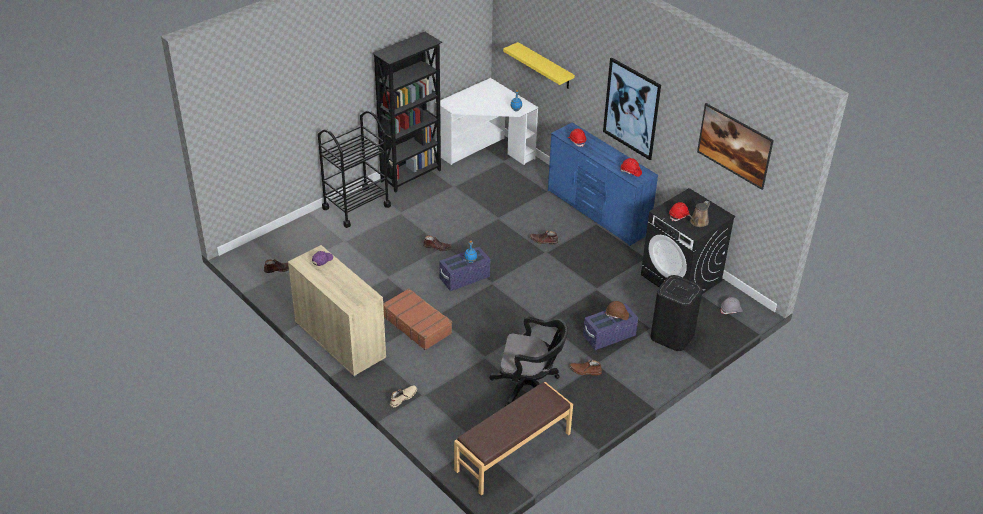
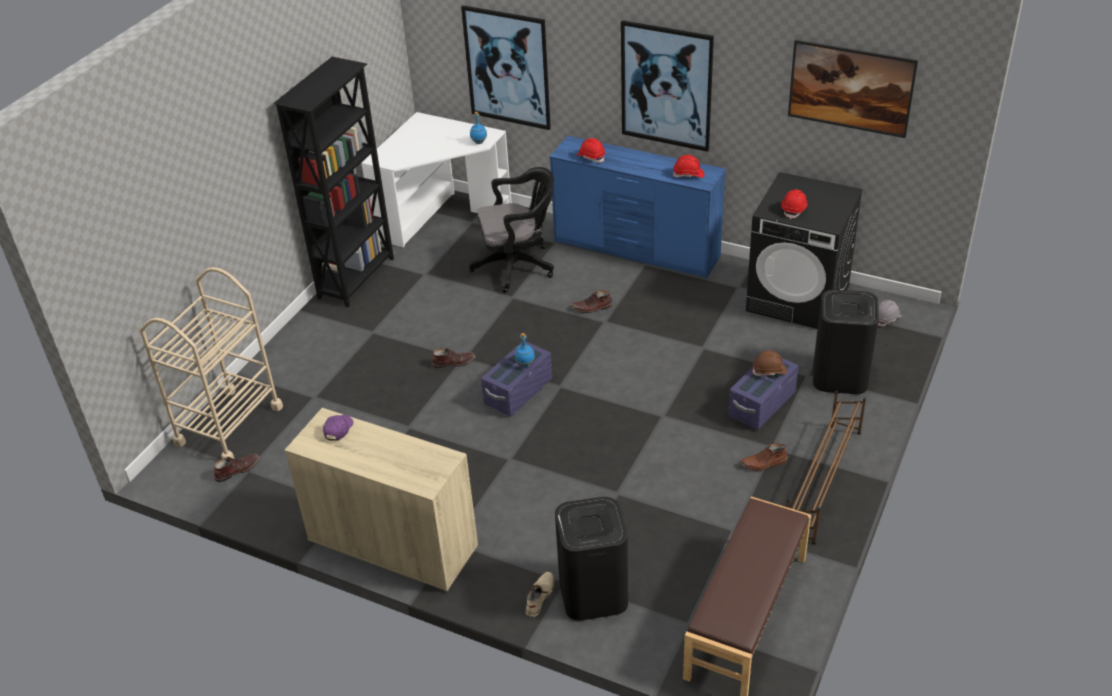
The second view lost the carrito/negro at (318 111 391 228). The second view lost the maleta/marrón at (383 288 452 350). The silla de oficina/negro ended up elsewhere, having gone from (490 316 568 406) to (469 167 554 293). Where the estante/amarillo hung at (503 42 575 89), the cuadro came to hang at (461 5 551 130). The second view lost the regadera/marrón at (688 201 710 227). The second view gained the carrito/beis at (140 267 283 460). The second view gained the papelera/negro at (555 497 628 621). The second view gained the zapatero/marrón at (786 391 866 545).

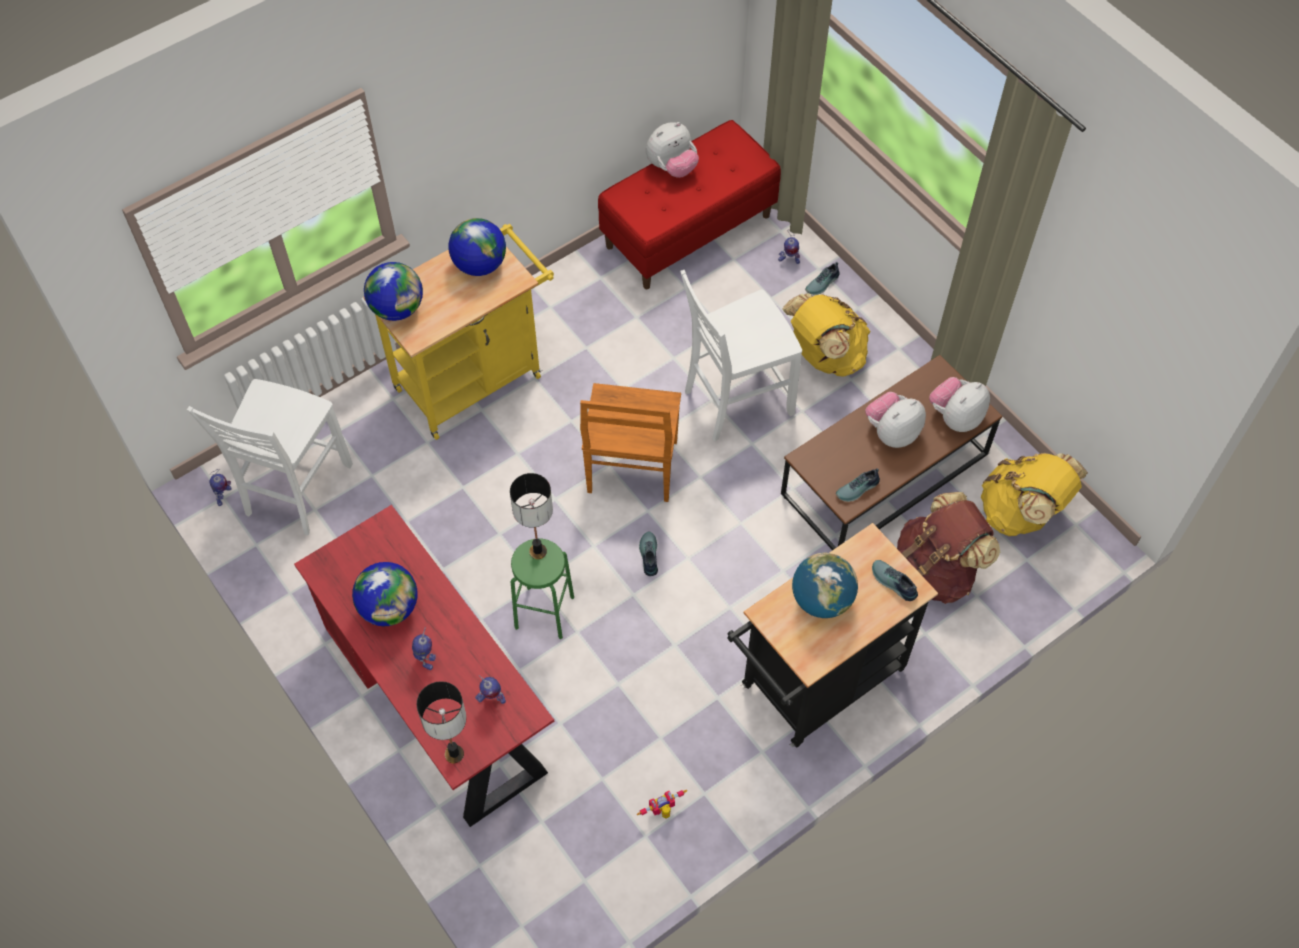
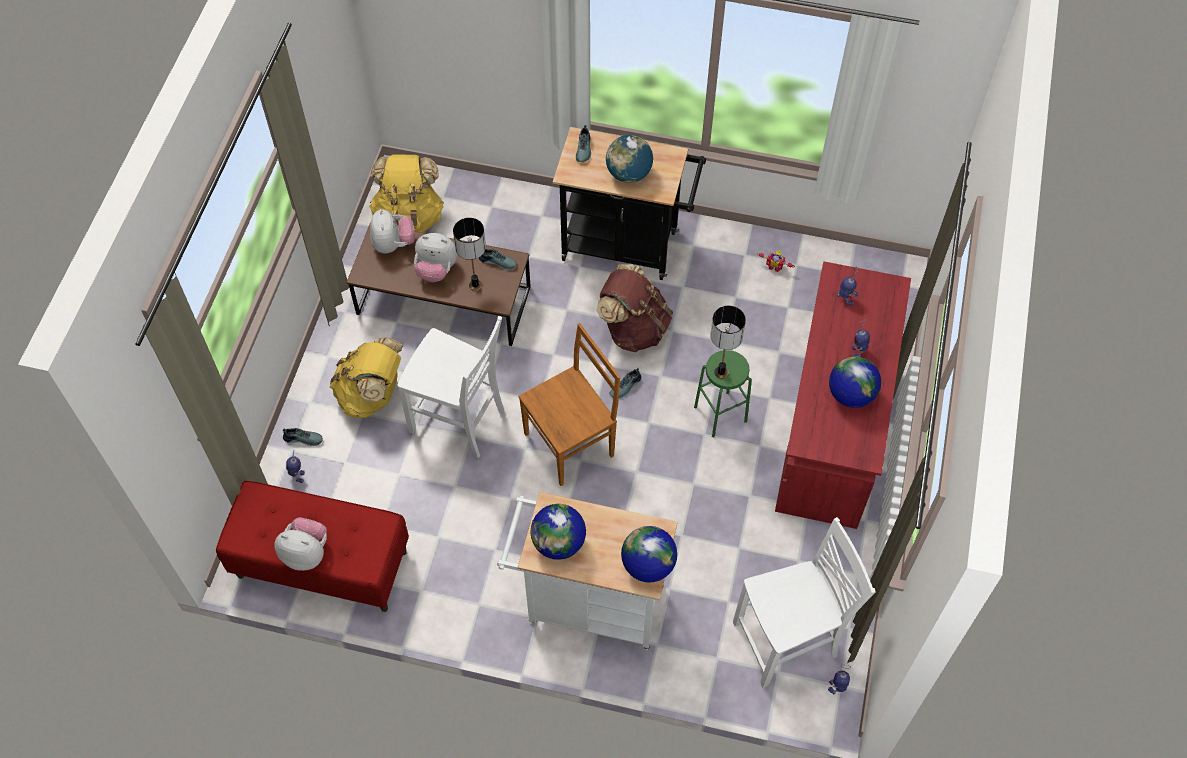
What was the carrito/amarillo at (363 224 554 440) turned into the carrito/blanco at (497 492 678 650). The lámpara de mesa ended up elsewhere, having gone from (417 681 467 763) to (453 218 486 291). The mochila/marrón ended up elsewhere, having gone from (897 492 1000 604) to (596 264 673 353). The peluche at (929 377 990 432) ended up facing another way, 105 degrees counterclockwise from before.

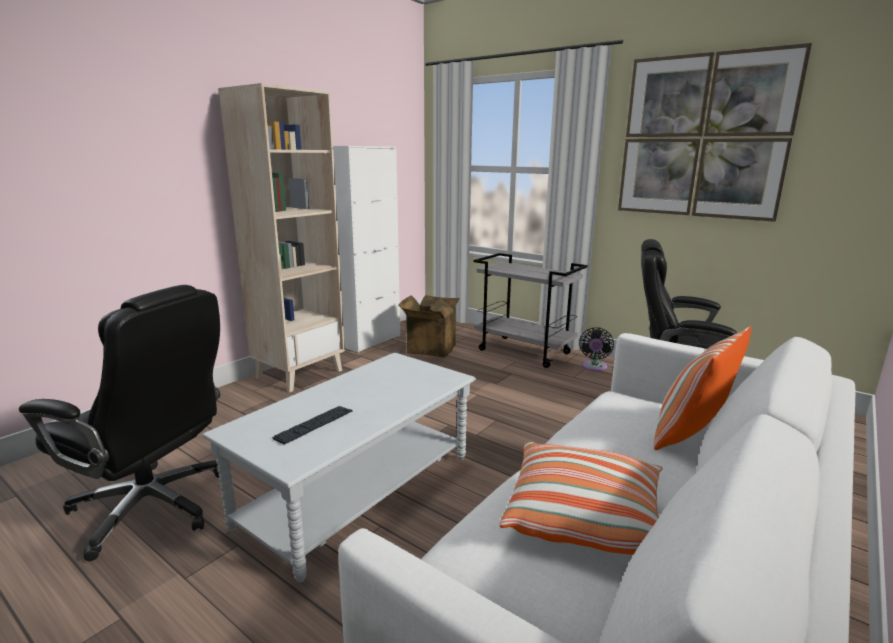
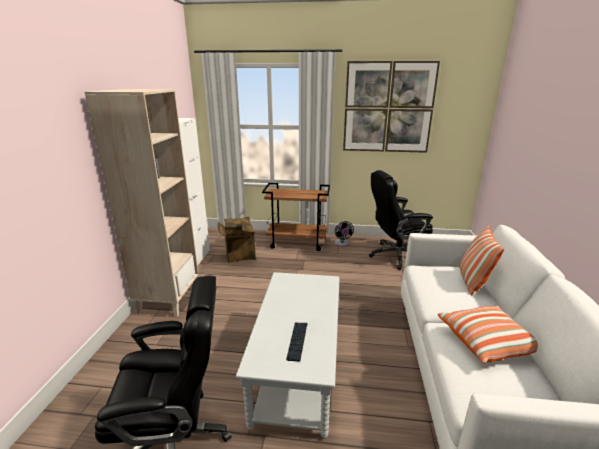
What was the carrito/gris at (473 253 588 368) turned into the carrito/marrón at (262 183 330 251).

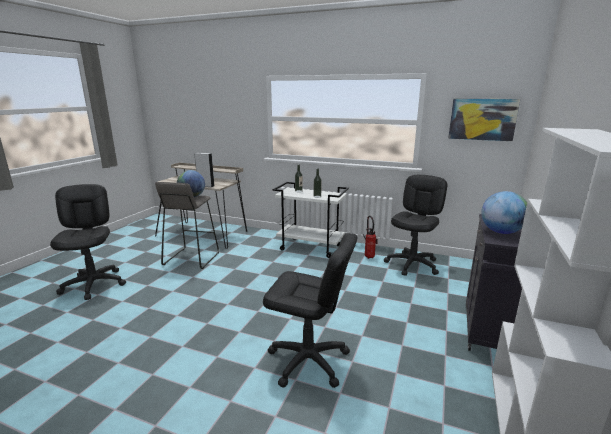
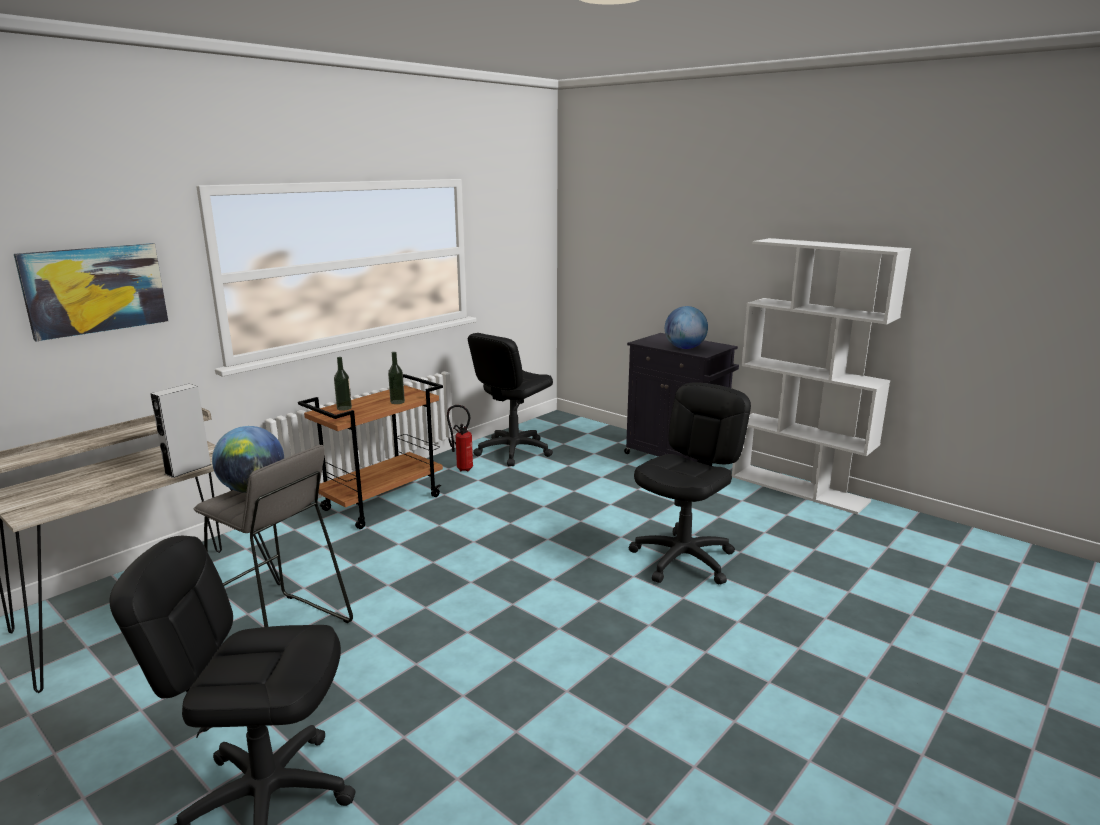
What was the carrito/blanco at (272 182 349 258) turned into the carrito/marrón at (298 374 443 529). The silla de oficina/negro at (384 175 447 276) ended up facing another way, 105 degrees counterclockwise from before. The cuadro ended up elsewhere, having gone from (448 99 520 141) to (14 243 168 341).

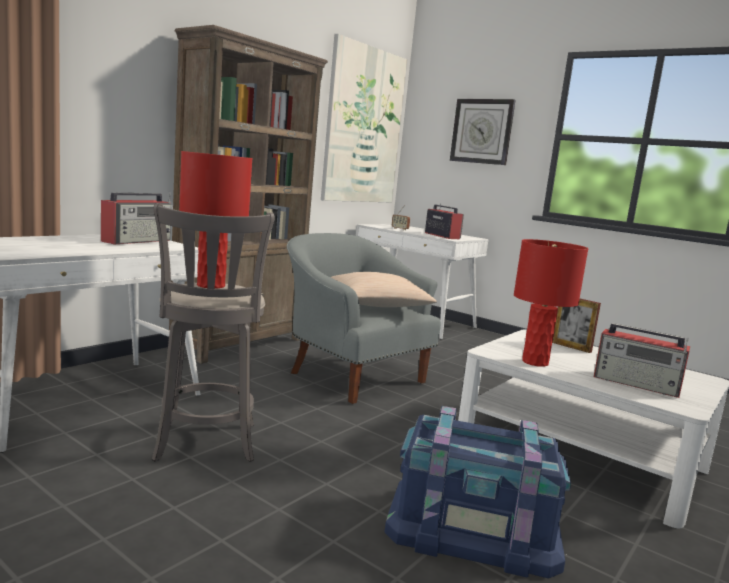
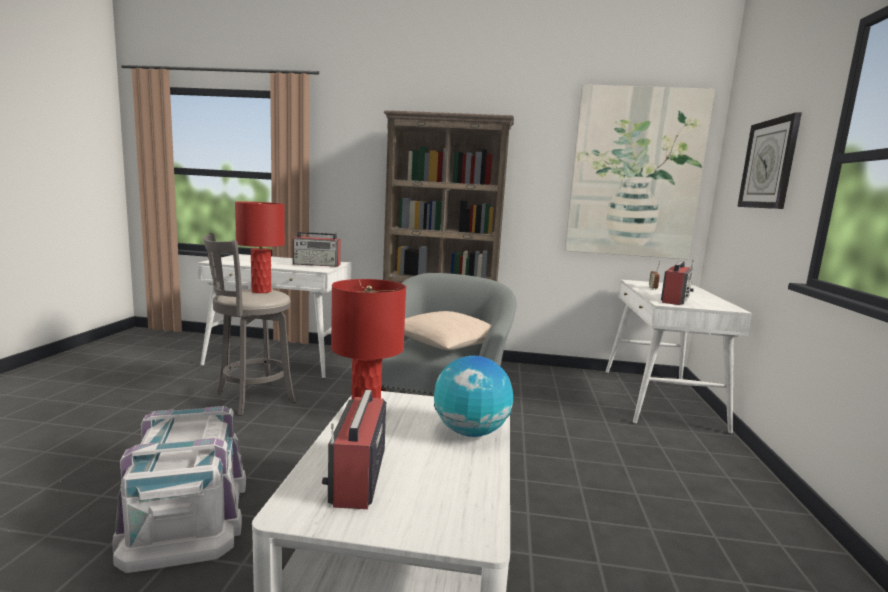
What was the caja de almacenaje/azul at (384 406 571 578) turned into the caja de almacenaje/blanco at (112 406 246 573). Where the portarretratos stood at (552 299 601 353), the globo terráqueo came to stand at (434 356 513 437).

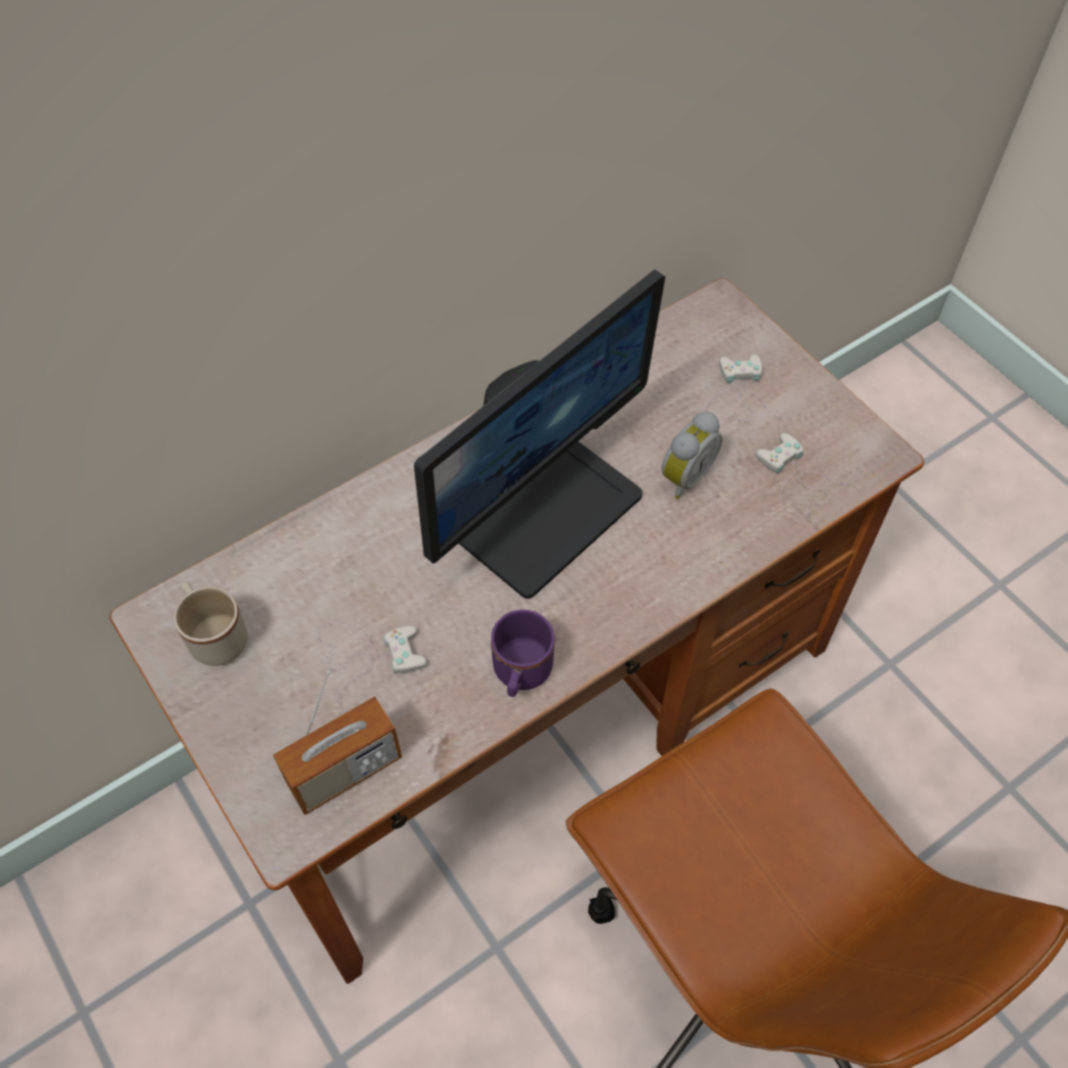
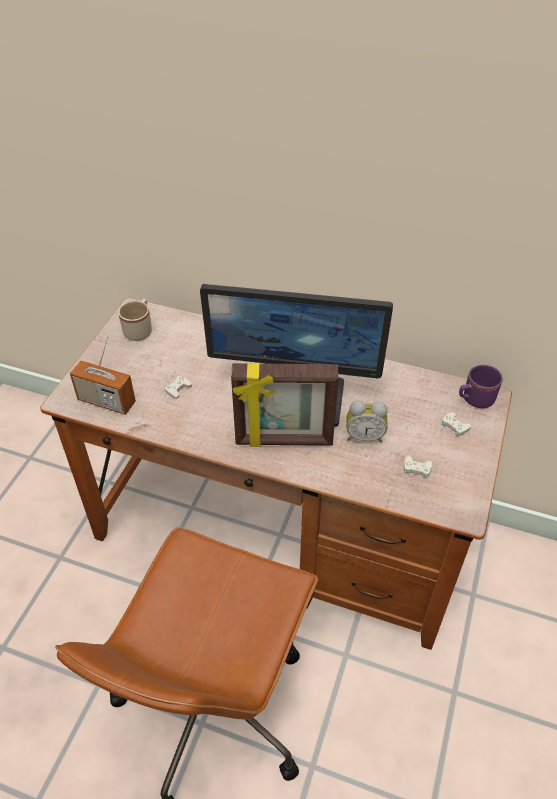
The taza grande/morado ended up elsewhere, having gone from (491 610 555 697) to (459 365 503 408). The second view gained the portarretratos at (231 363 339 447).

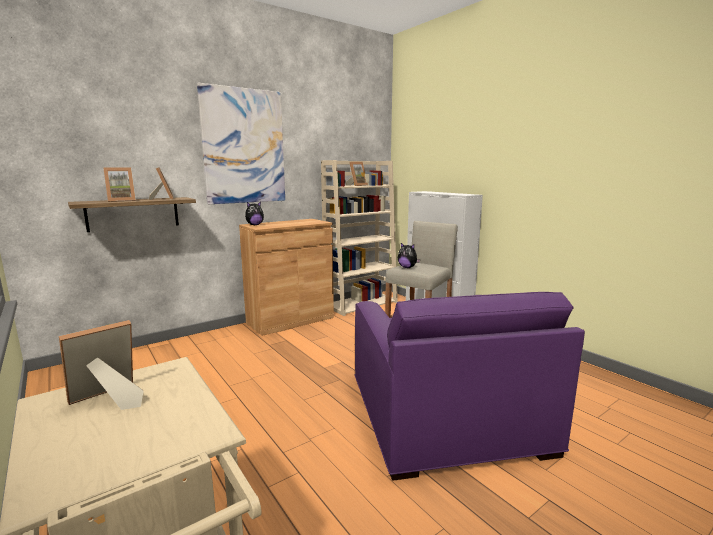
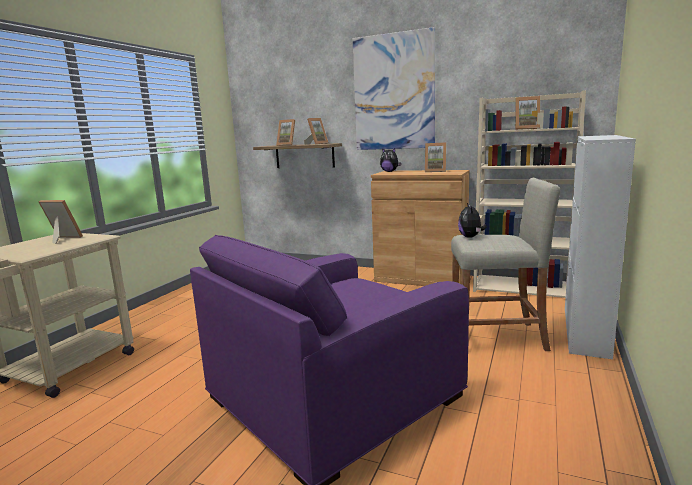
The second view gained the portarretratos at (425 143 446 172).

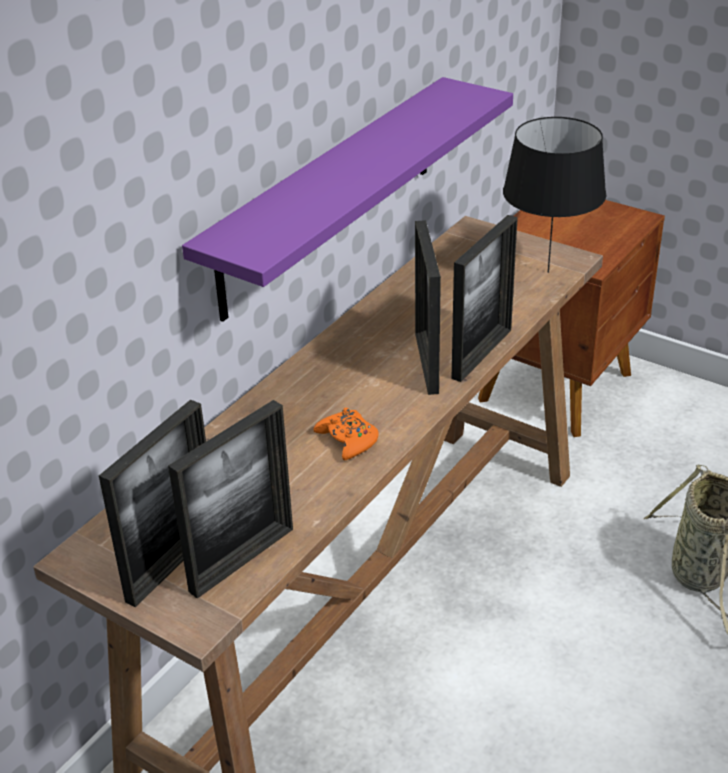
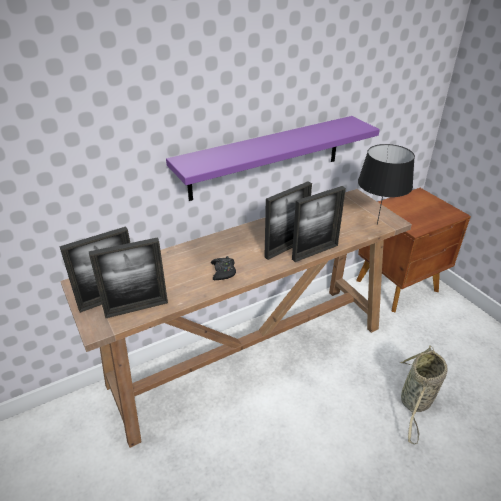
What was the mando de consola/naranja at (314 408 379 460) turned into the mando de consola/negro at (211 256 236 280). The portarretratos at (415 220 441 395) ended up facing another way, 150 degrees counterclockwise from before.

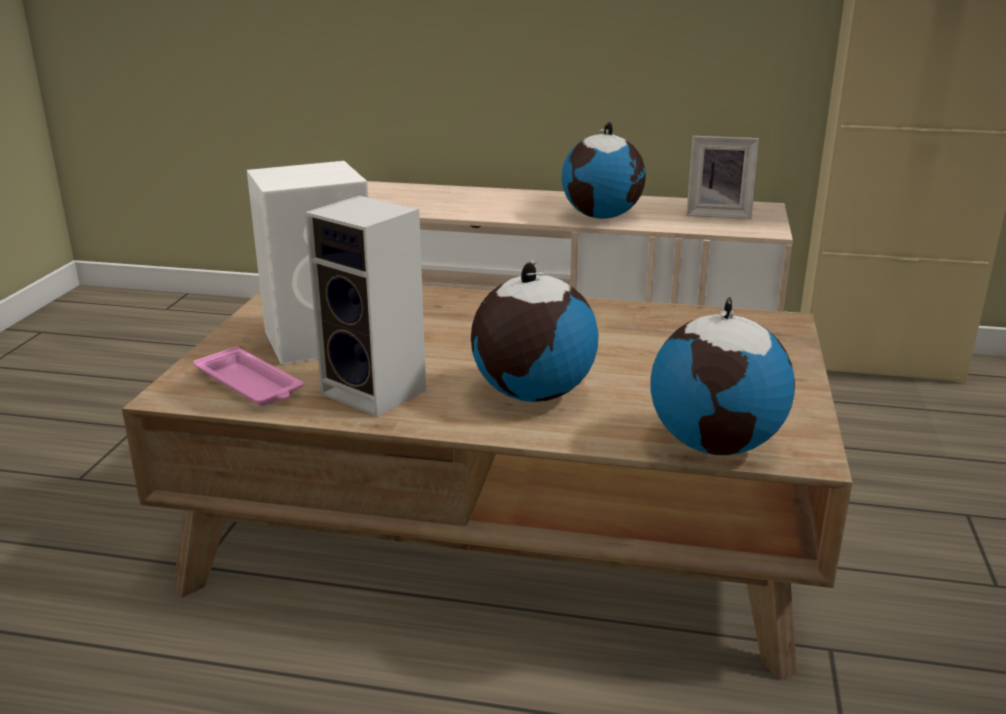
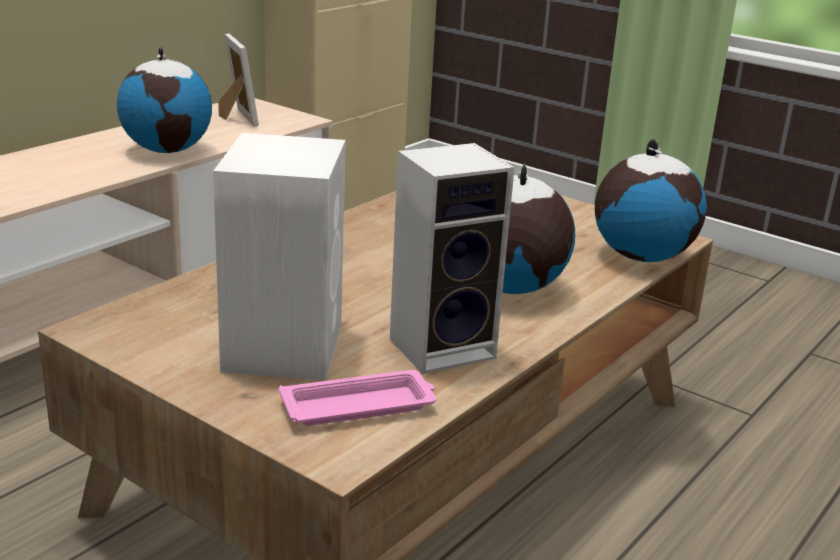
The portarretratos at (686 136 759 219) ended up facing another way, 60 degrees counterclockwise from before.

